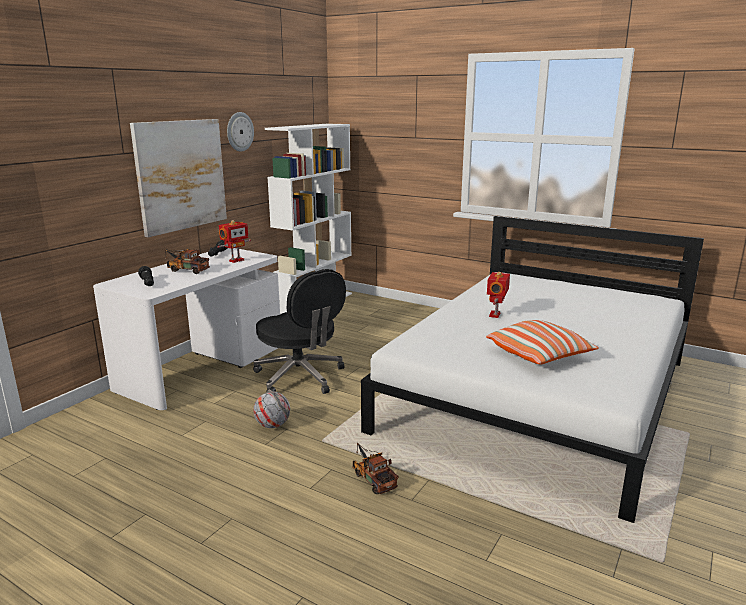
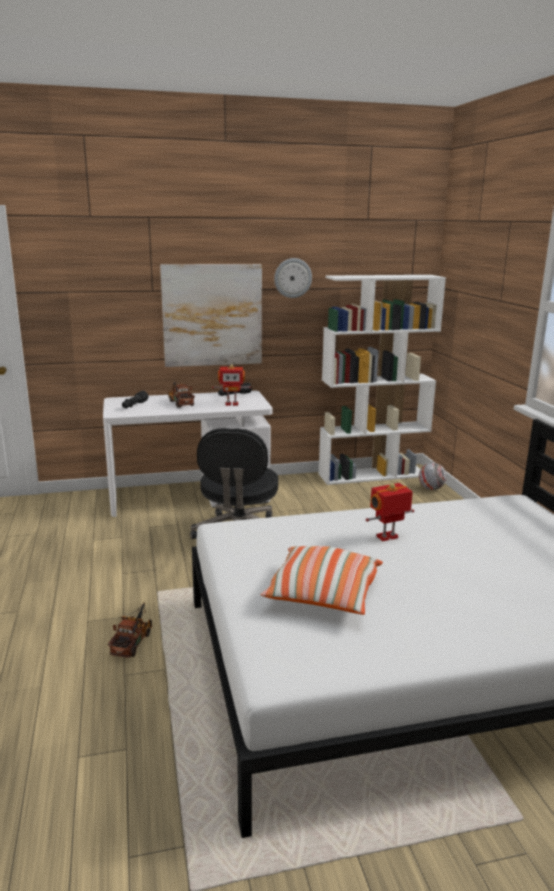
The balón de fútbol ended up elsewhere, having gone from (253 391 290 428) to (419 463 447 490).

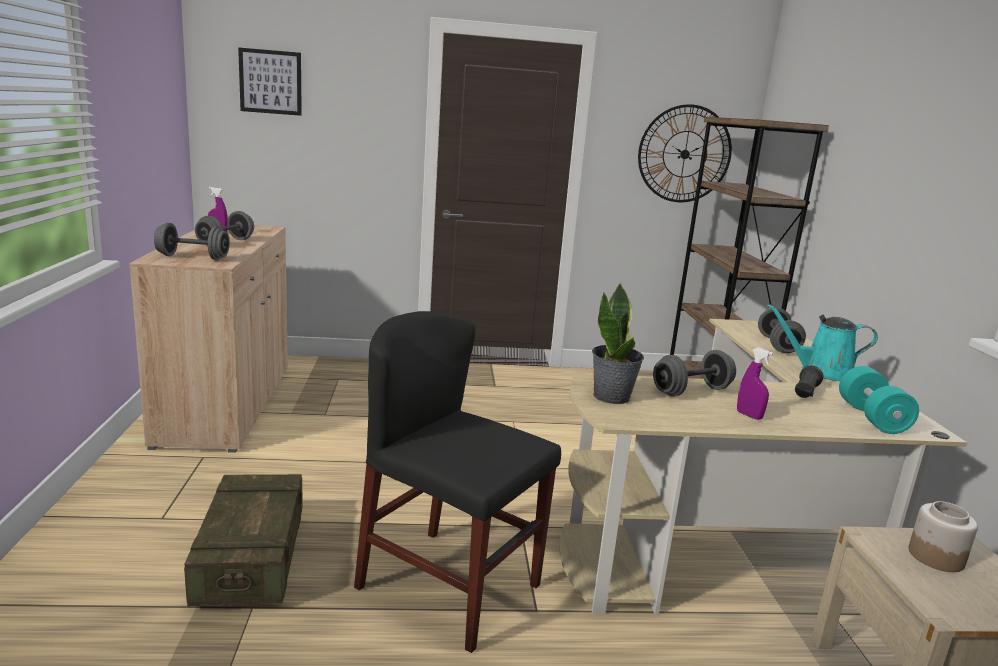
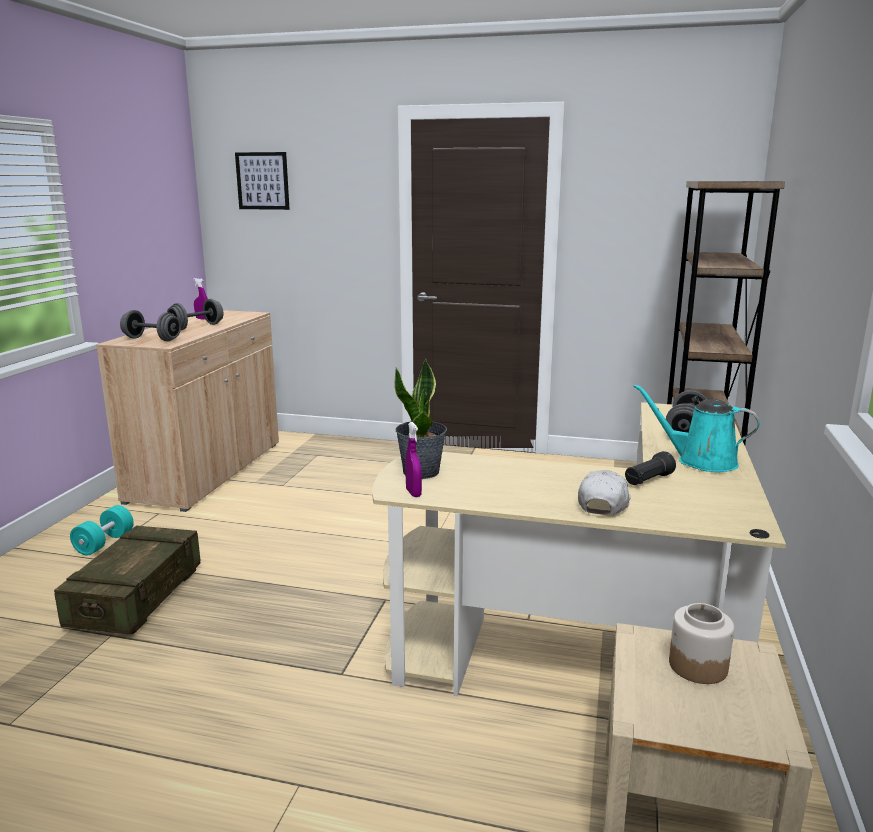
The second view lost the silla/negro at (354 311 561 653). The second view lost the reloj de pared at (638 104 732 202). The second view lost the mancuerna/gris at (653 350 736 396). The pulverizador/morado ended up elsewhere, having gone from (737 347 774 420) to (405 422 422 497). The mancuerna/turquesa ended up elsewhere, having gone from (839 366 919 434) to (70 505 134 555). The second view gained the gorra/blanco at (578 470 631 515).

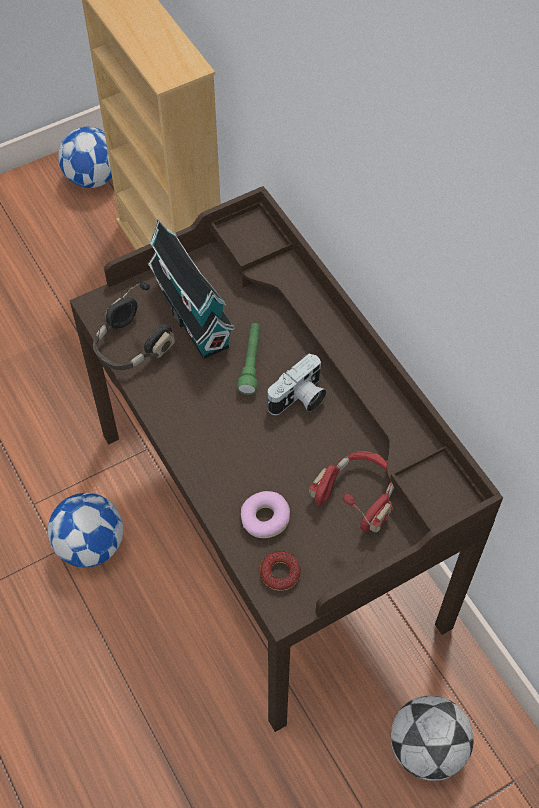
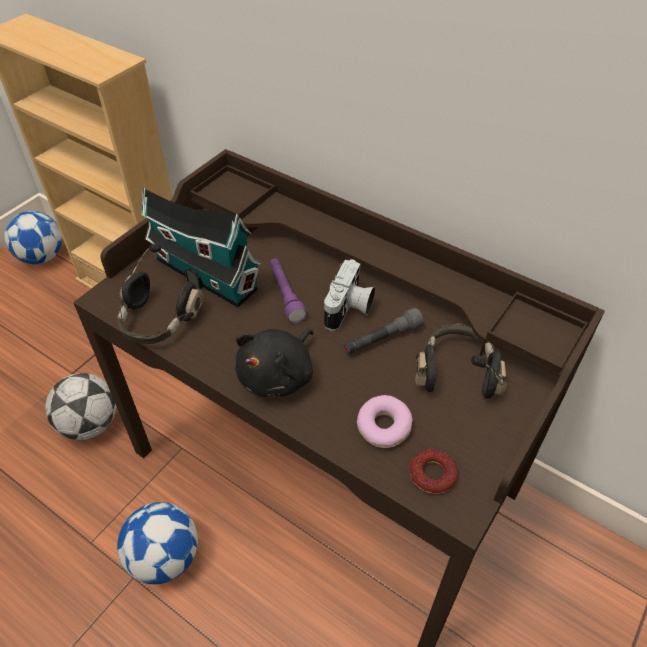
What was the linterna/verde at (237 323 260 395) turned into the linterna/morado at (270 258 307 323). What was the auriculares/rojo at (309 451 394 533) turned into the auriculares/negro at (415 324 507 398). The balón de fútbol ended up elsewhere, having gone from (391 695 474 781) to (45 373 116 440). The second view gained the peluche/negro at (235 329 314 397). The second view gained the linterna/gris at (344 308 424 354).

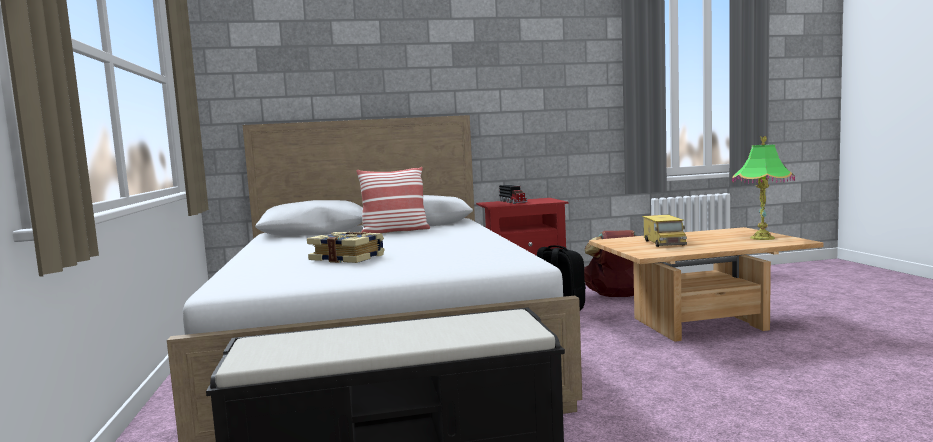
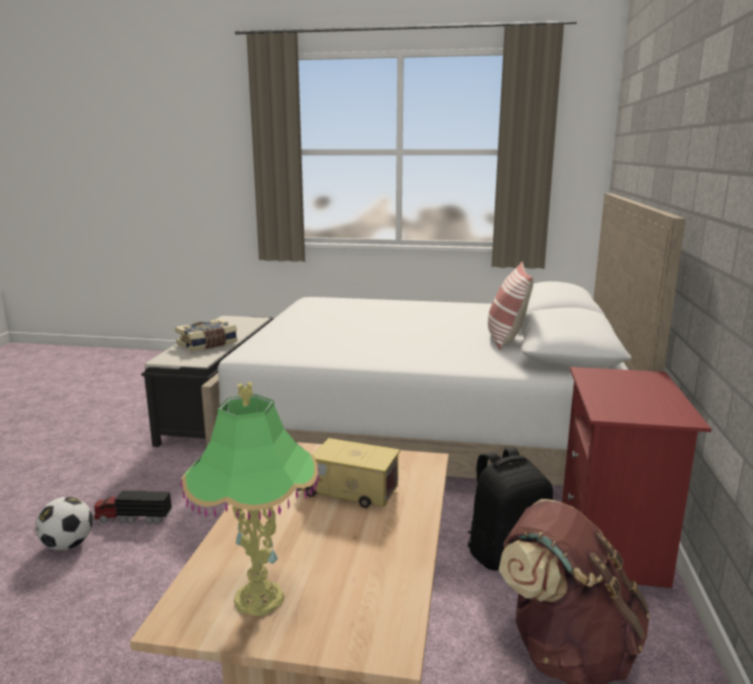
The libro ended up elsewhere, having gone from (307 231 385 263) to (175 319 238 352). The camión de juguete ended up elsewhere, having gone from (499 185 528 204) to (92 491 172 524). The second view gained the balón de fútbol at (35 497 93 550).

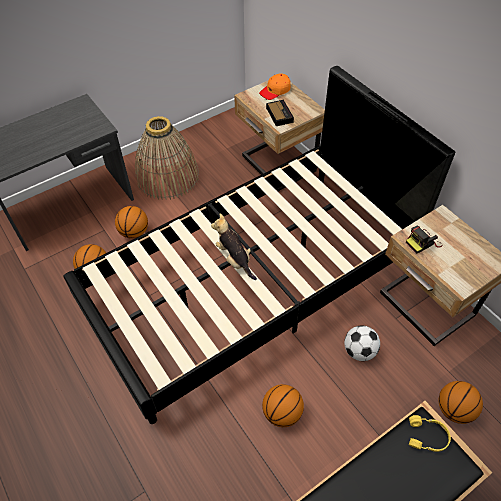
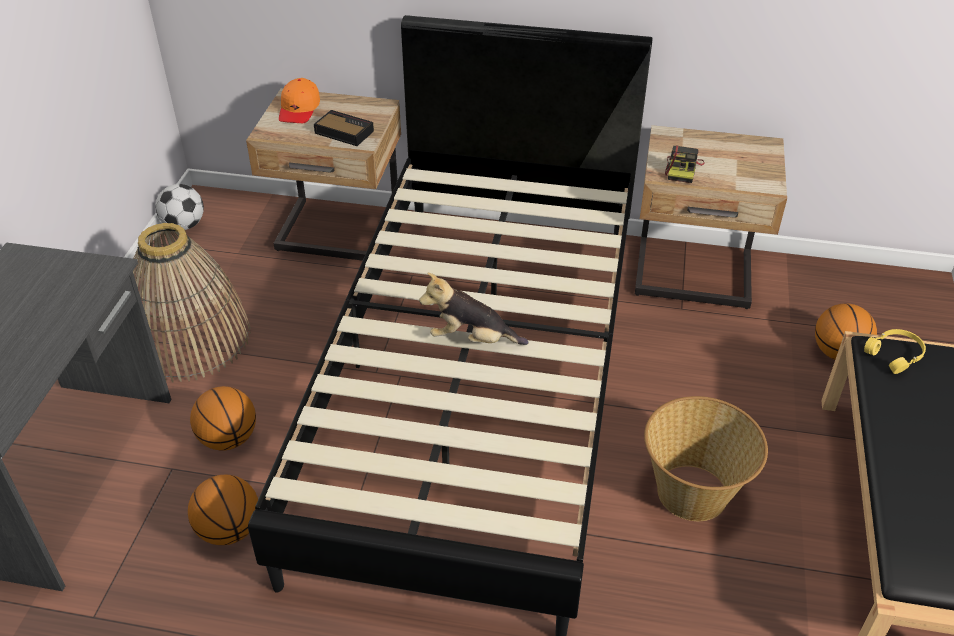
Where the balón de baloncesto stood at (262 384 304 427), the cesta came to stand at (644 396 768 521). The balón de fútbol ended up elsewhere, having gone from (344 326 380 361) to (155 184 204 230).

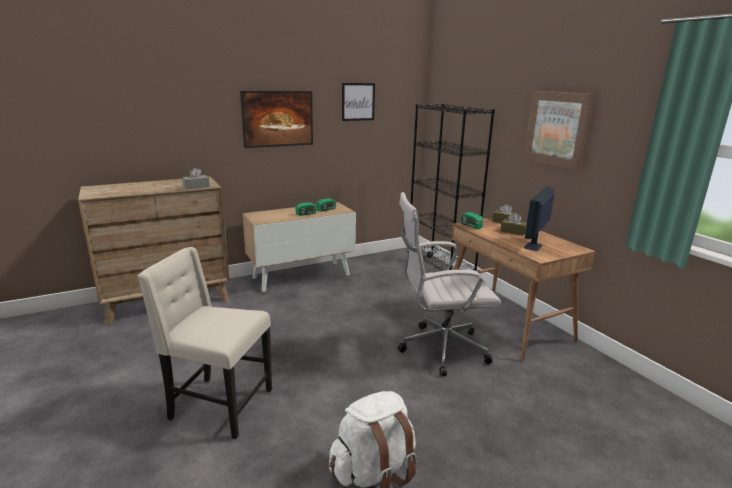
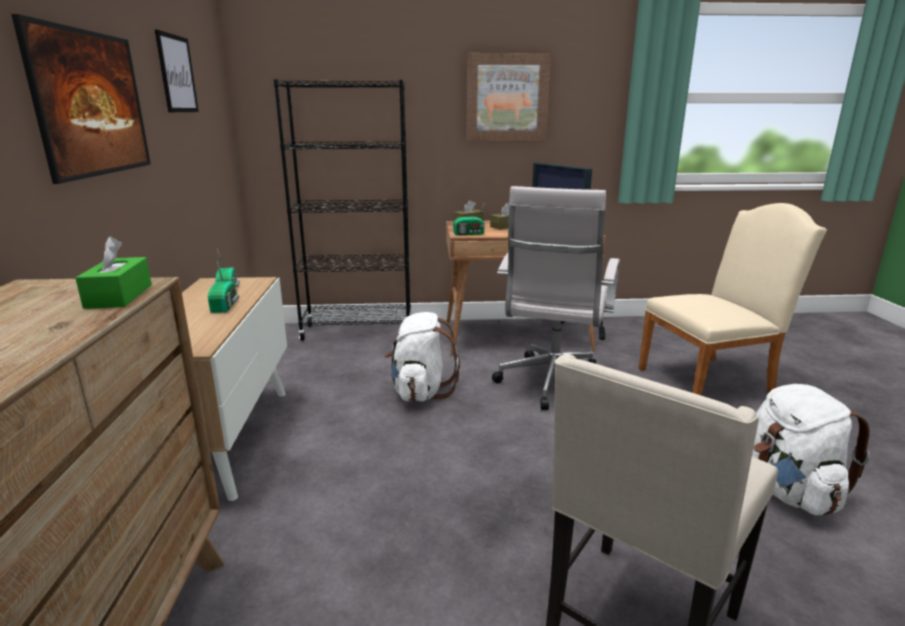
What was the caja de pañuelos/gris at (182 168 210 190) turned into the caja de pañuelos/verde at (75 236 152 309). The second view gained the mochila/blanco at (384 312 460 402). The second view gained the silla/beis at (639 203 827 396).

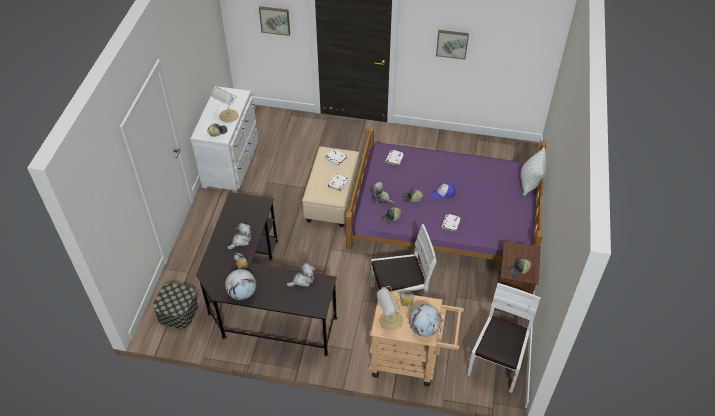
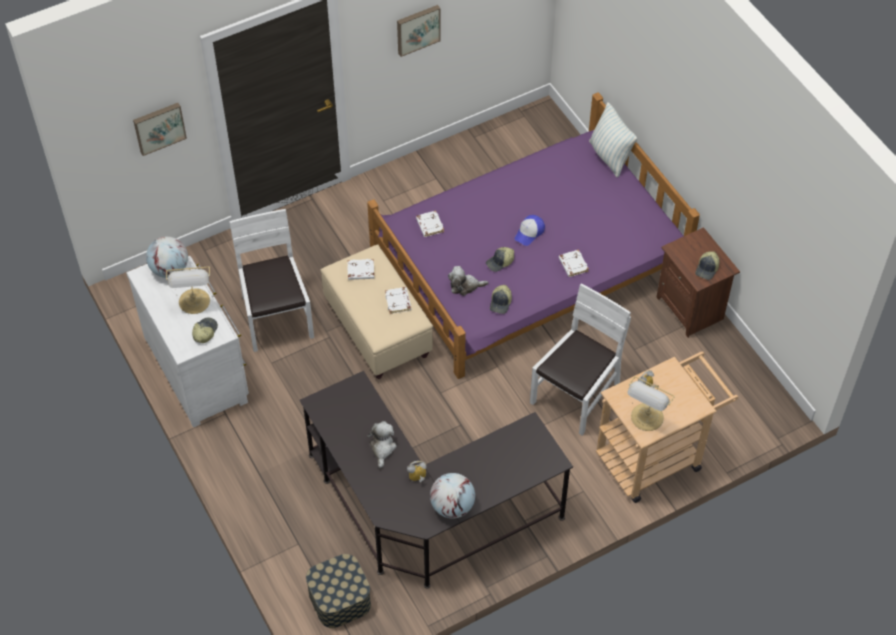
The second view lost the peluche at (287 263 315 287). The globo terráqueo ended up elsewhere, having gone from (409 304 442 337) to (146 236 188 278). The silla/blanco ended up elsewhere, having gone from (467 283 541 393) to (229 209 314 352).

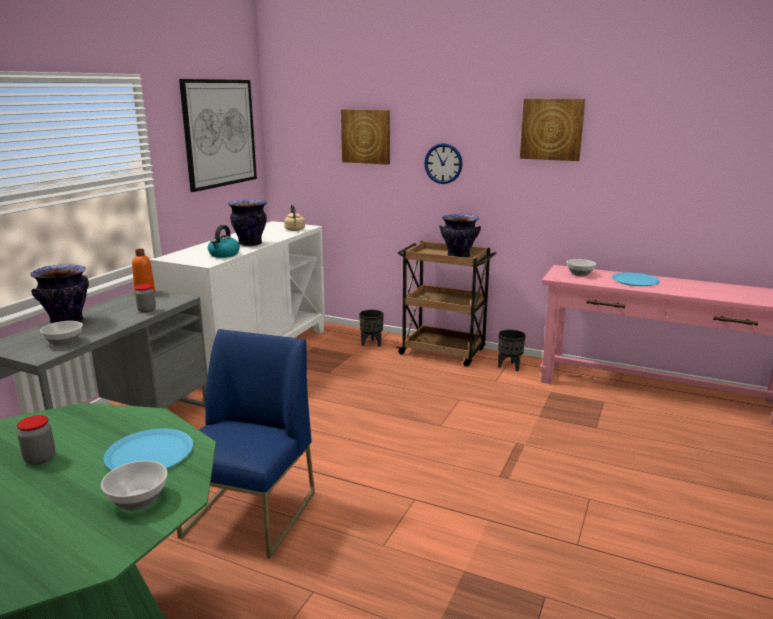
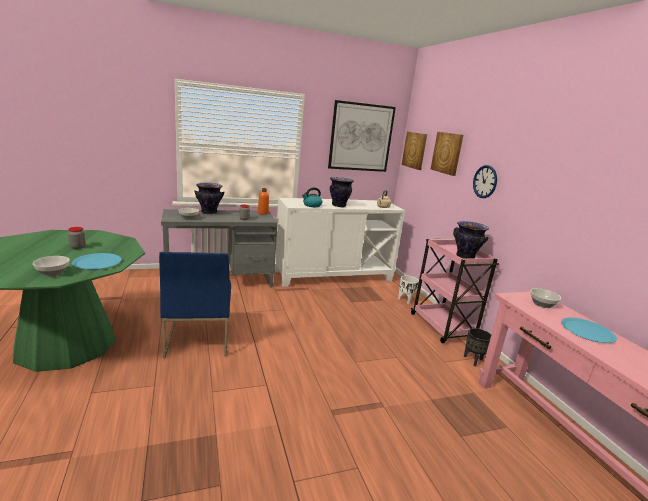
The silla/azul at (177 329 315 559) ended up facing another way, 105 degrees clockwise from before. What was the maceta/negro at (359 310 384 347) turned into the maceta/blanco at (398 276 419 304). What was the carrito/marrón at (396 241 496 366) turned into the carrito/rosa at (411 239 499 343). The cuadro ended up elsewhere, having gone from (520 99 585 161) to (402 132 427 170).

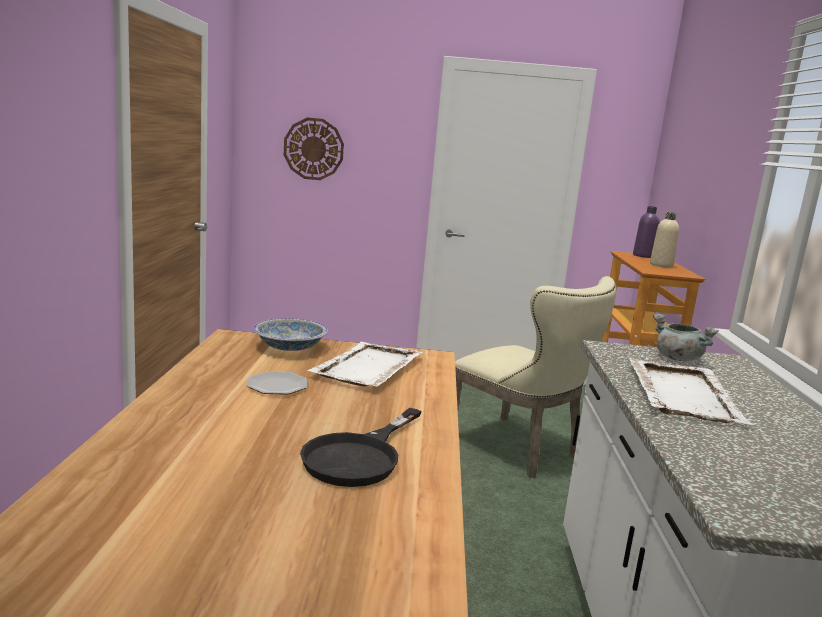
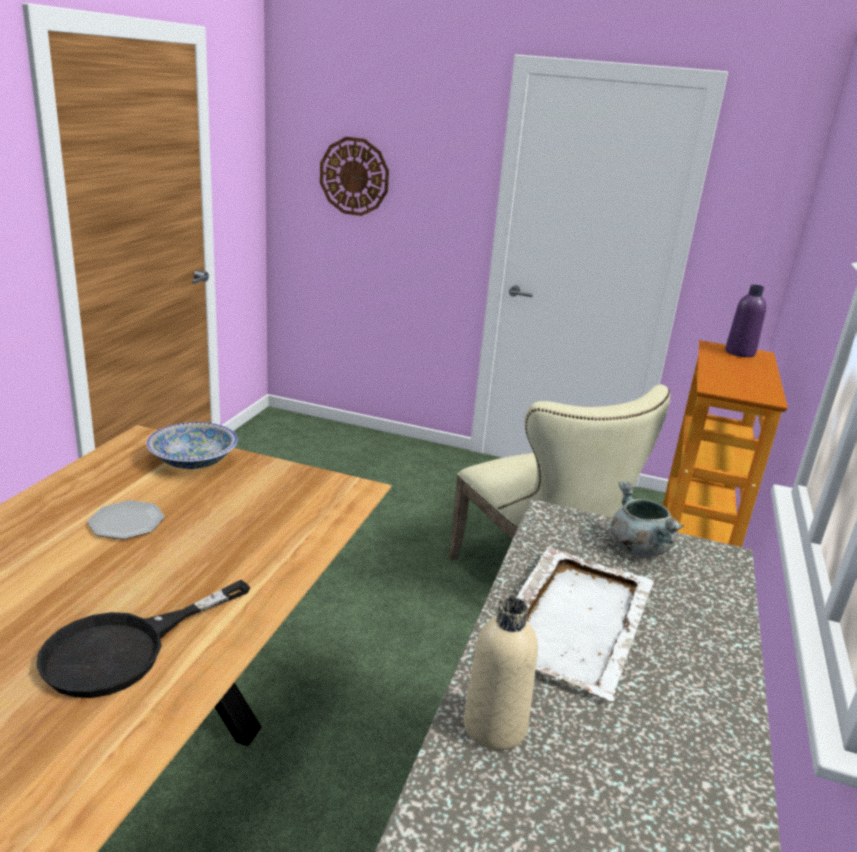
The second view lost the bandeja/blanco at (307 342 422 387). The botella/beis ended up elsewhere, having gone from (650 212 679 268) to (464 597 538 750).

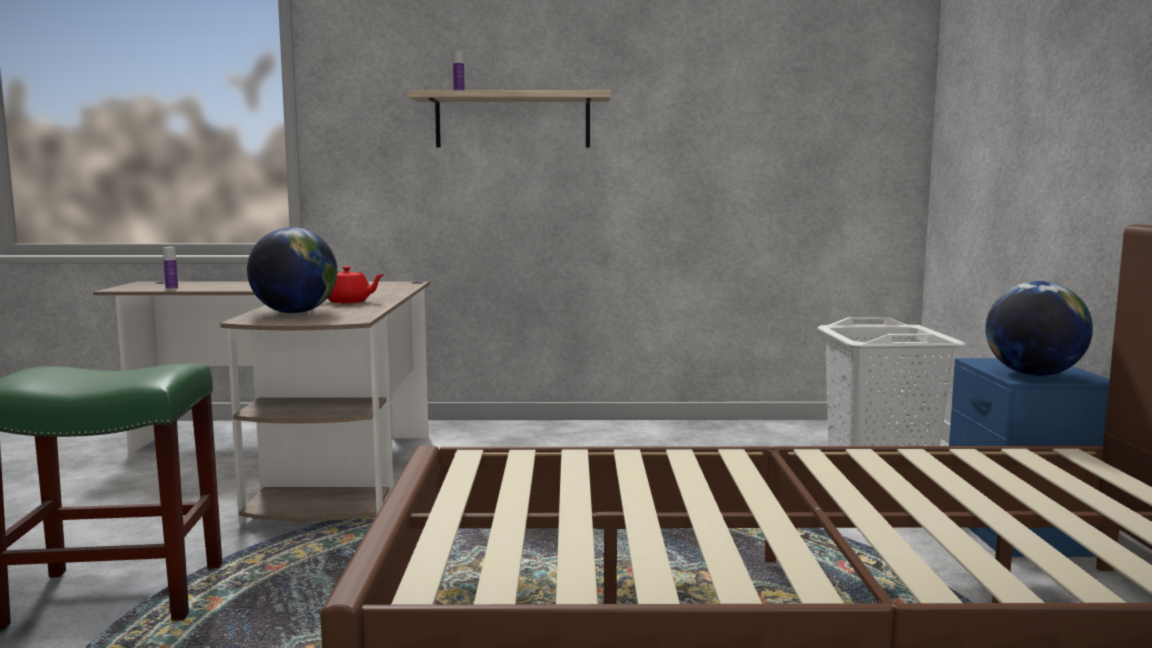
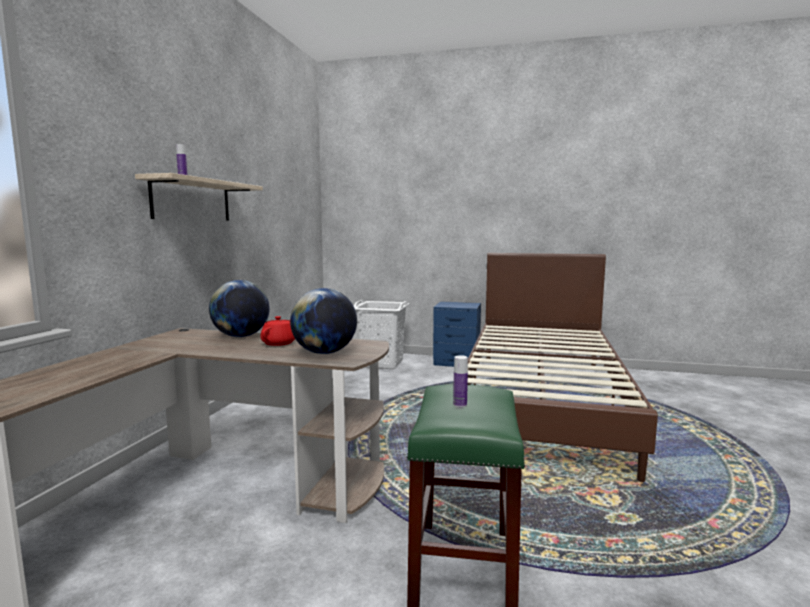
The botella ended up elsewhere, having gone from (163 247 178 290) to (453 355 468 407). The globo terráqueo ended up elsewhere, having gone from (985 281 1093 376) to (209 280 270 337).

